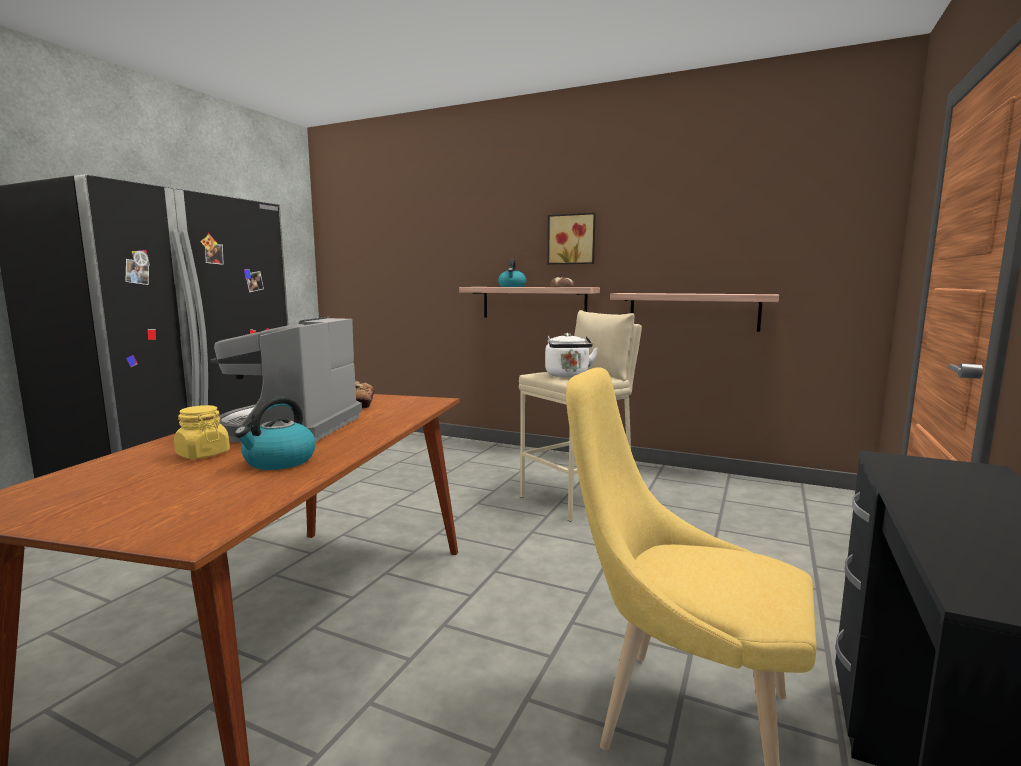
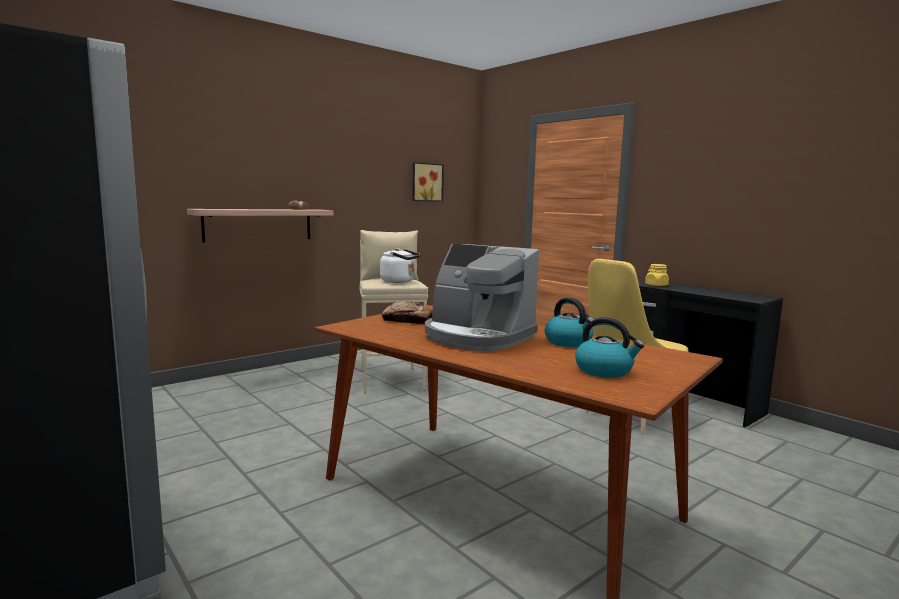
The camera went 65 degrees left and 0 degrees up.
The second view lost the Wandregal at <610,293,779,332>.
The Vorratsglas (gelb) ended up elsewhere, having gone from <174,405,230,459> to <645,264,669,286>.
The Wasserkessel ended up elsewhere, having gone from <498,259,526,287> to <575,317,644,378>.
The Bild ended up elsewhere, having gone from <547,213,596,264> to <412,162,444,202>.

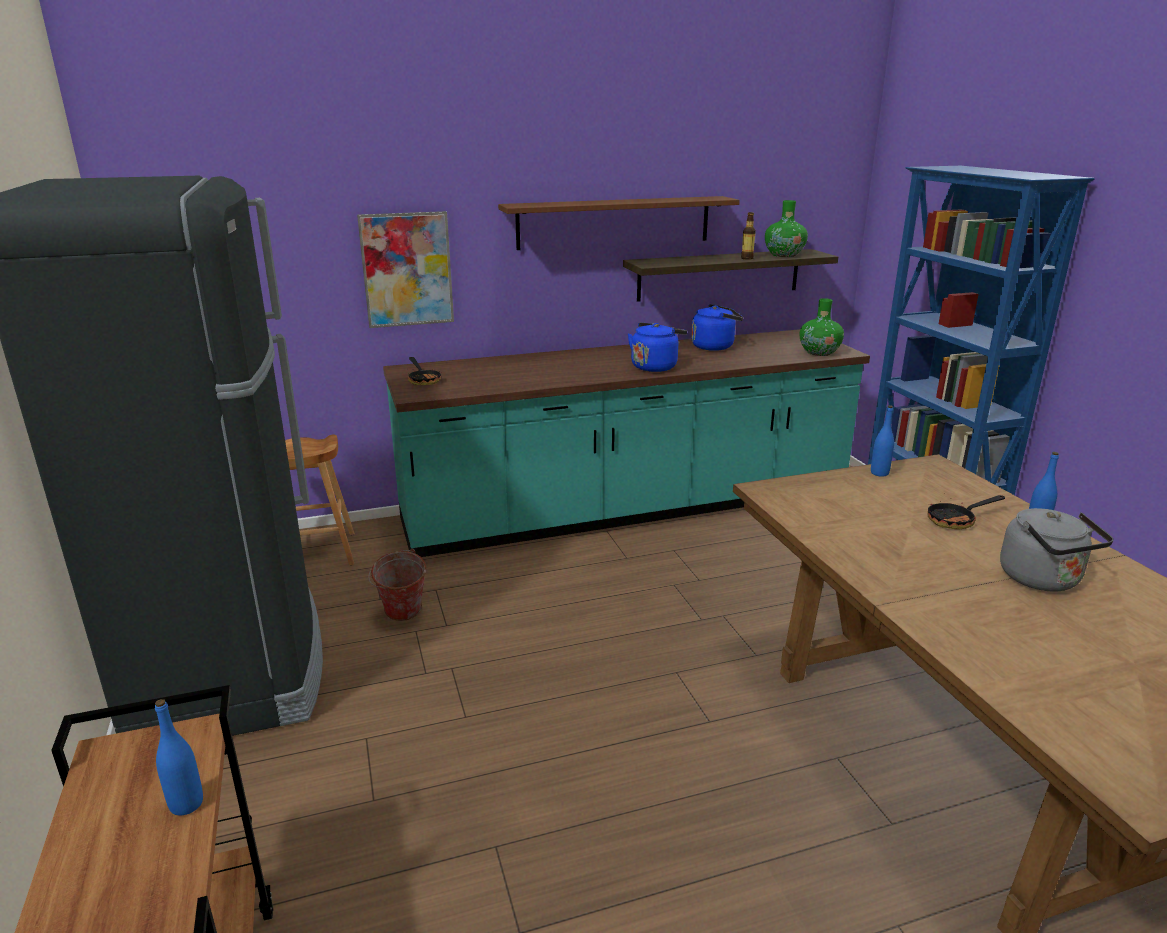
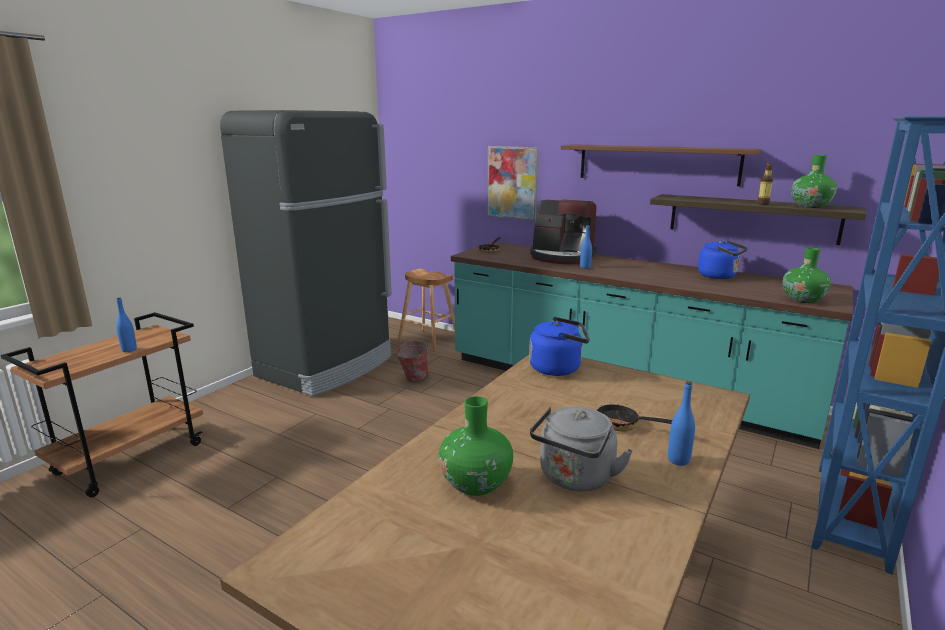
The camera went 50 degrees right and 5 degrees down.
The second view gained the Vase (grün) at <439,396,513,496>.
The second view gained the Kaffeemaschine at <531,200,597,265>.
The Wasserkessel (blau) ended up elsewhere, having gone from <628,323,687,372> to <529,317,590,376>.
The Flasche (blau) ended up elsewhere, having gone from <871,405,894,477> to <580,225,592,269>.

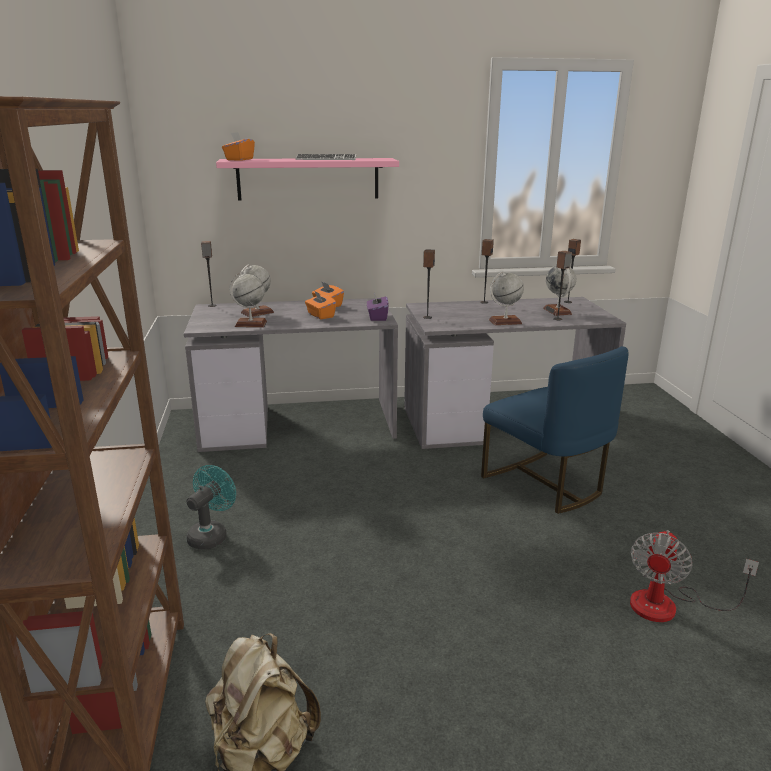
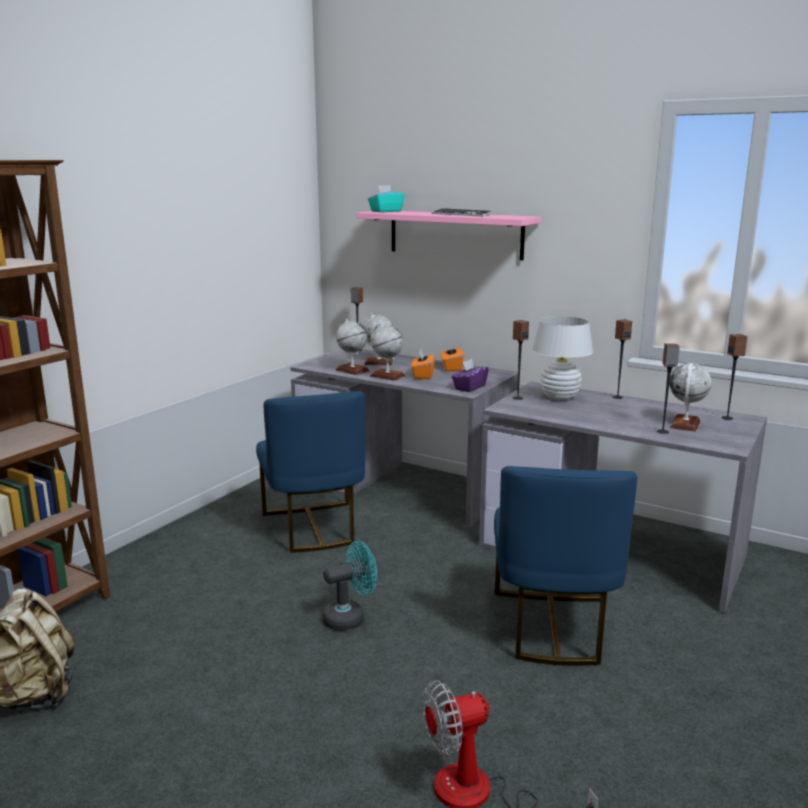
The camera went 40 degrees right and 5 degrees down.
The second view gained the Stuhl (blau) at <256,391,365,553>.
The second view gained the Tischlampe (weiß) at <532,316,593,401>.
The Ventilator (türkis) ended up elsewhere, having gone from <186,465,236,549> to <322,541,377,631>.
The Globus ended up elsewhere, having gone from <489,271,524,325> to <370,323,405,381>.
What was the Taschentuchbox (orange) at <222,132,255,161> turned into the Taschentuchbox (türkis) at <368,185,405,212>.

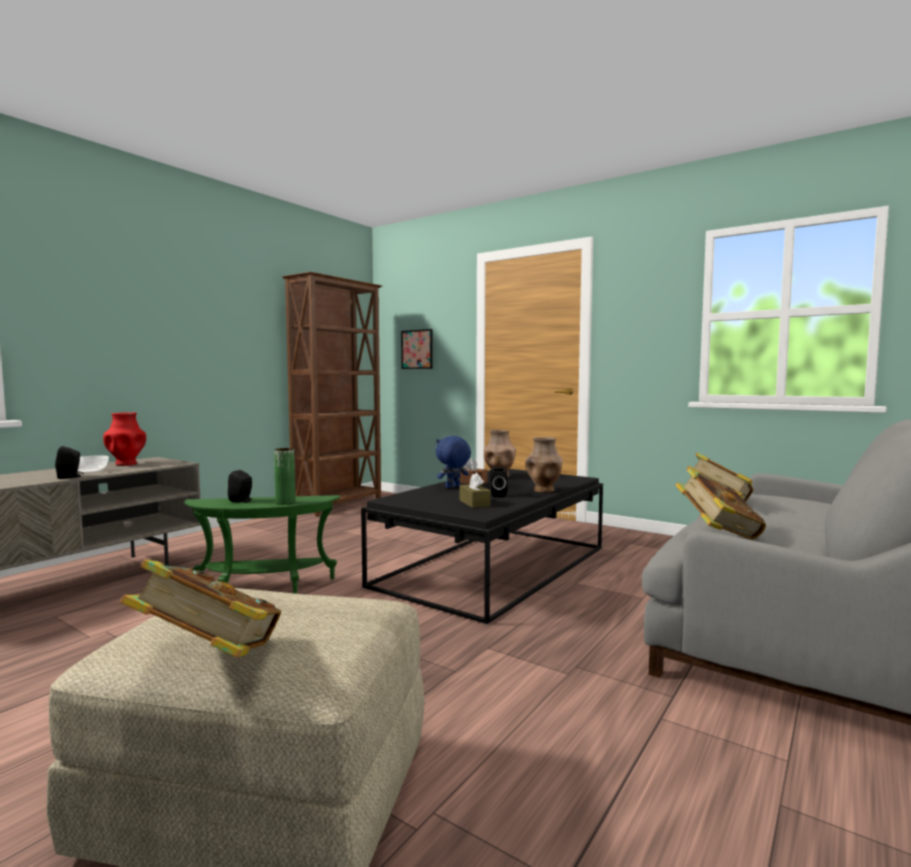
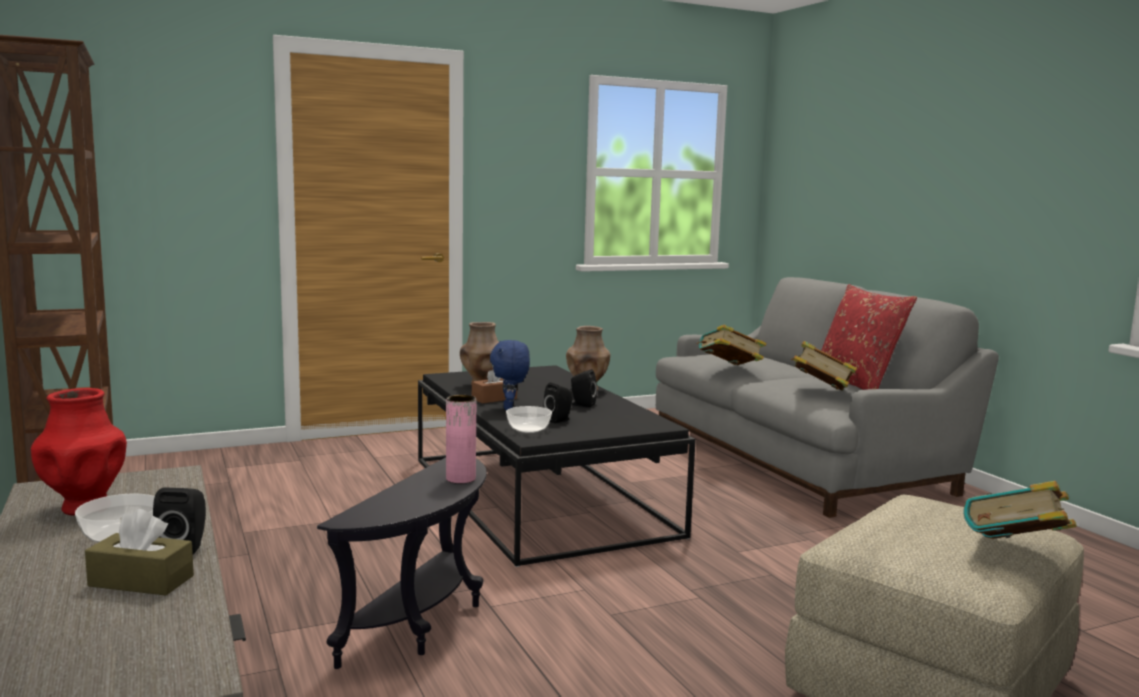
The camera went 60 degrees left and 5 degrees up.
The second view lost the Bild at <401,329,433,369>.
The second view gained the Schüssel at <506,406,552,433>.
The second view gained the Kissen (rot) at <821,284,917,390>.
The Lautsprecher (schwarz) ended up elsewhere, having gone from <228,470,252,503> to <543,383,573,424>.
The Taschentuchbox (braun) ended up elsewhere, having gone from <460,473,491,508> to <85,509,194,595>.
What was the Beistelltisch (grün) at <184,495,340,594> turned into the Beistelltisch (schwarz) at <317,457,487,669>.
What was the Vase (grün) at <274,448,296,505> turned into the Vase (rosa) at <446,395,476,484>.

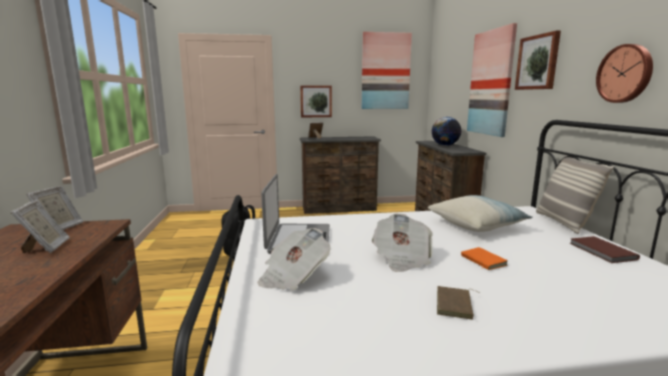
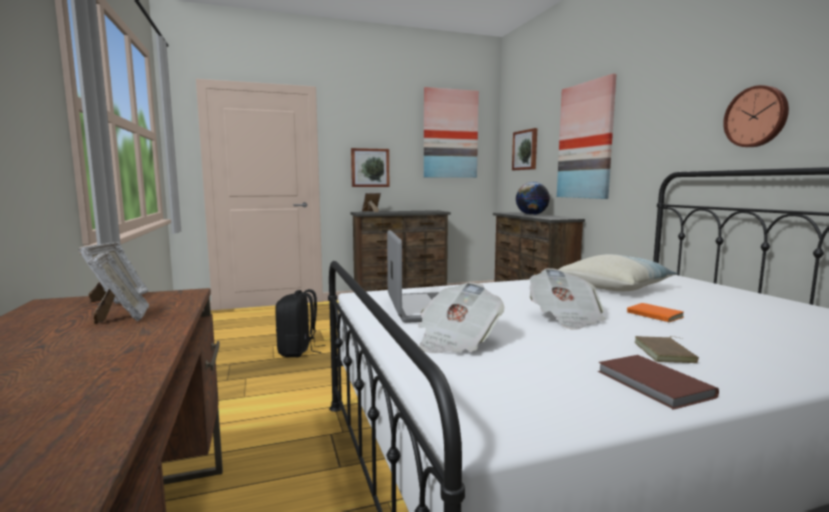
The camera went 10 degrees left and 5 degrees down.
The second view lost the Kissen at <536,155,614,234>.
The Bild ended up elsewhere, having gone from <515,31,561,90> to <512,128,537,170>.
The Buch (braun) ended up elsewhere, having gone from <569,236,640,263> to <598,355,719,410>.

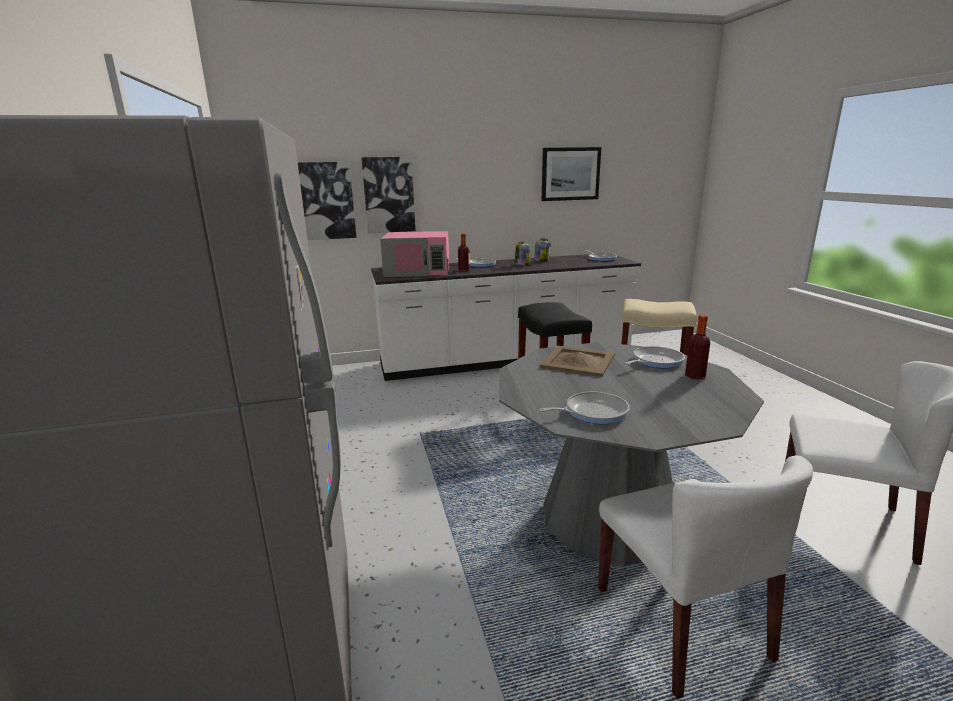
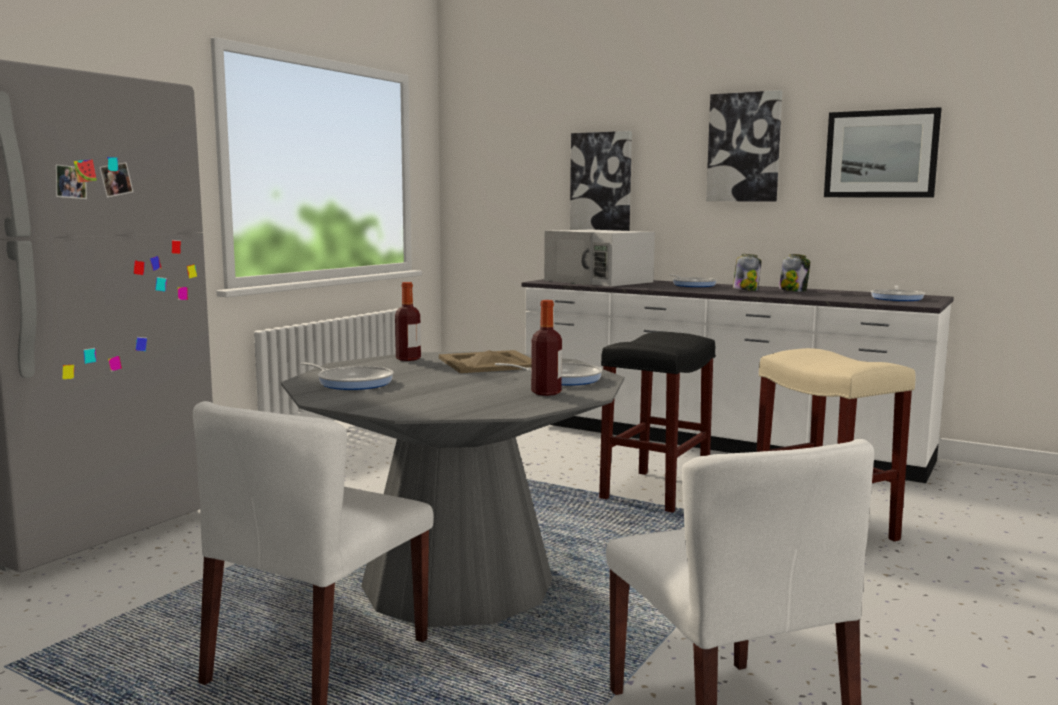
The camera went 45 degrees right and 10 degrees down.
The Bild ended up elsewhere, having gone from <298,162,357,240> to <706,90,782,202>.
The Flasche ended up elsewhere, having gone from <458,234,470,271> to <395,282,421,361>.
What was the Mikrowelle (rosa) at <380,231,449,277> turned into the Mikrowelle (weiß) at <544,230,655,286>.

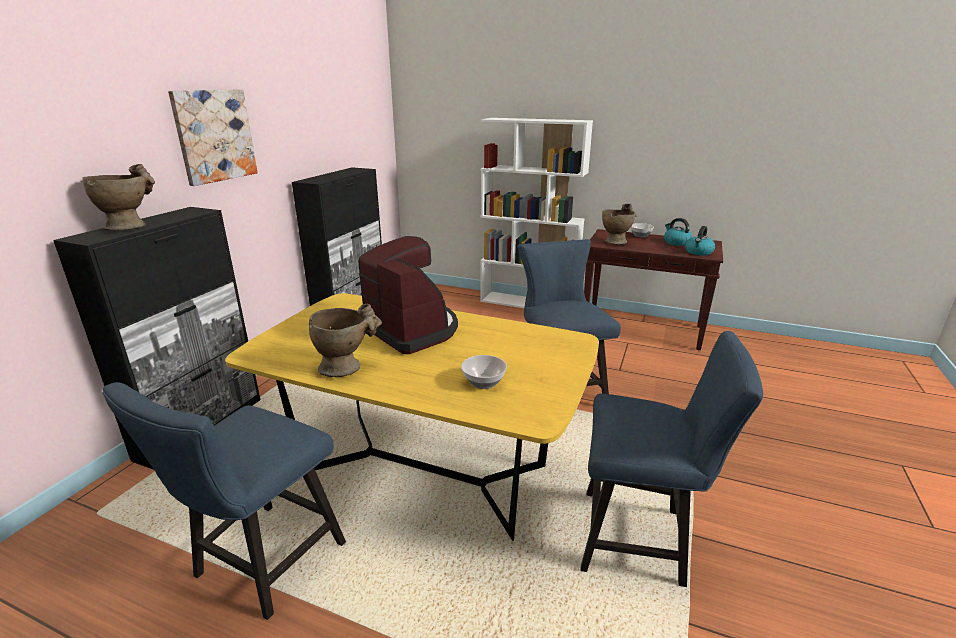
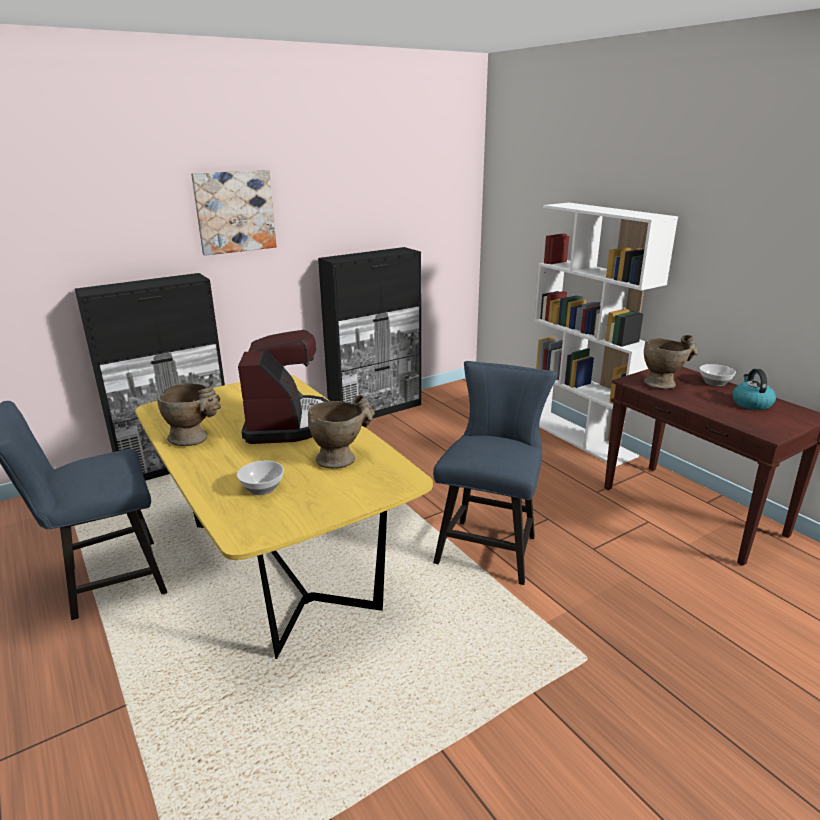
The camera went 35 degrees right and 0 degrees up.
The second view lost the Stuhl (blau) at <580,331,763,587>.
The second view lost the Wasserkessel at <685,226,715,256>.
The Vase (beige) ended up elsewhere, having gone from <82,164,155,231> to <308,395,375,468>.

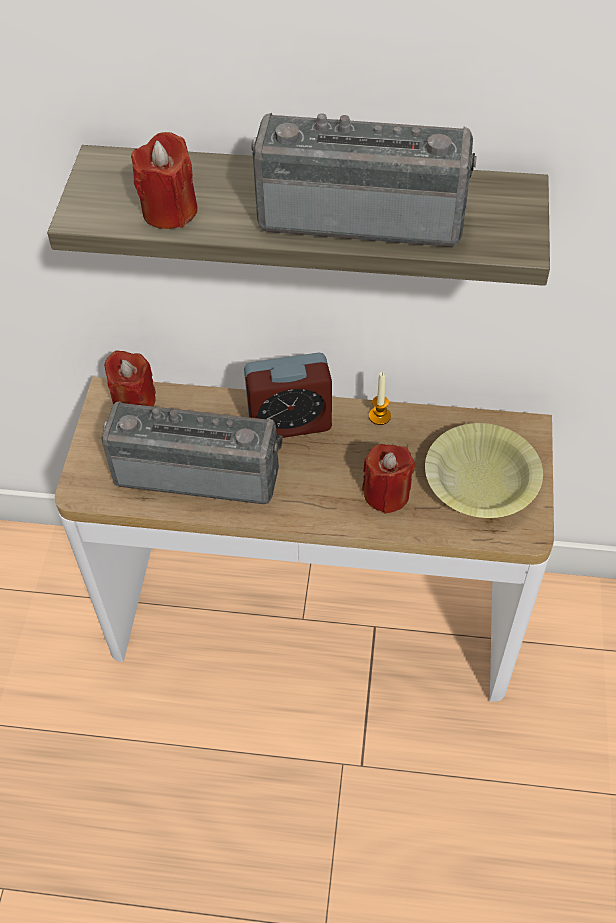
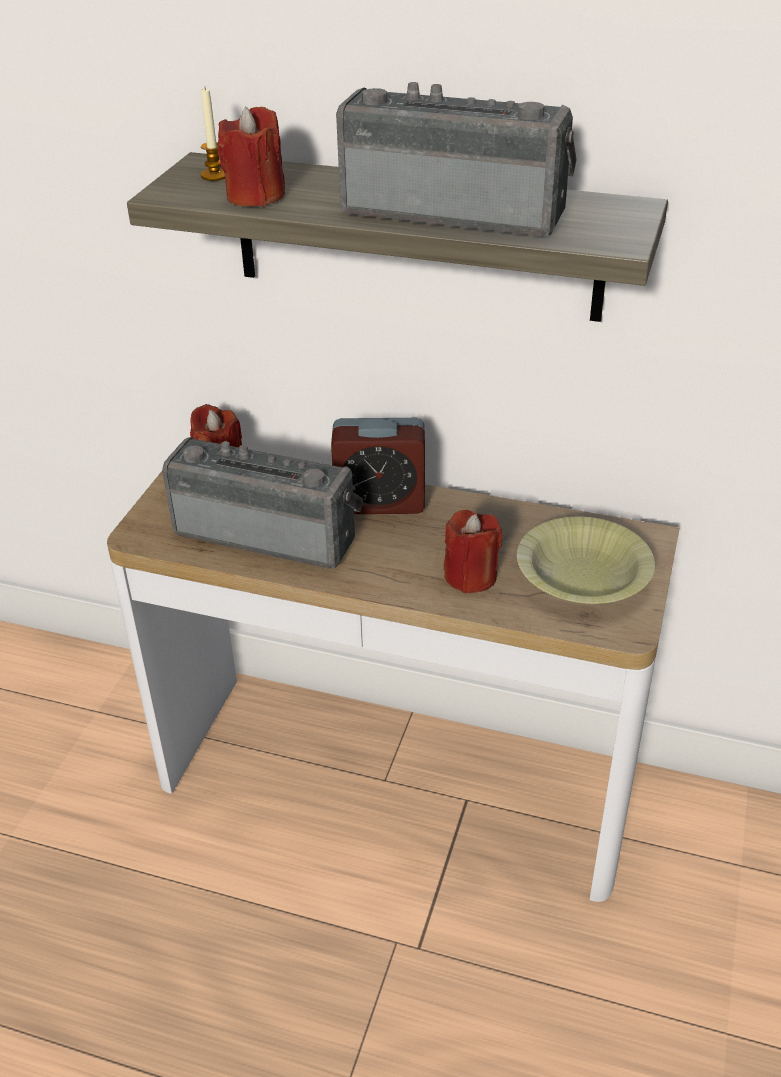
The camera went 10 degrees right and 15 degrees down.
The Kerze ended up elsewhere, having gone from <369,372,391,425> to <200,88,225,181>.

